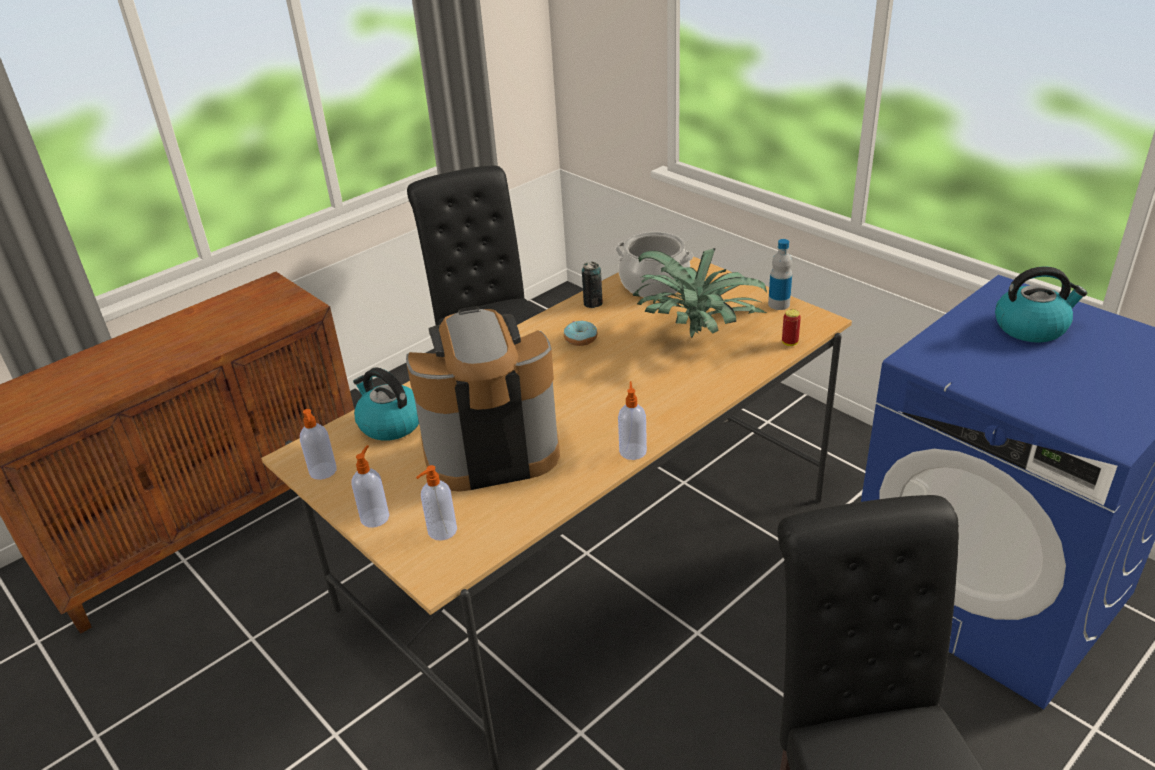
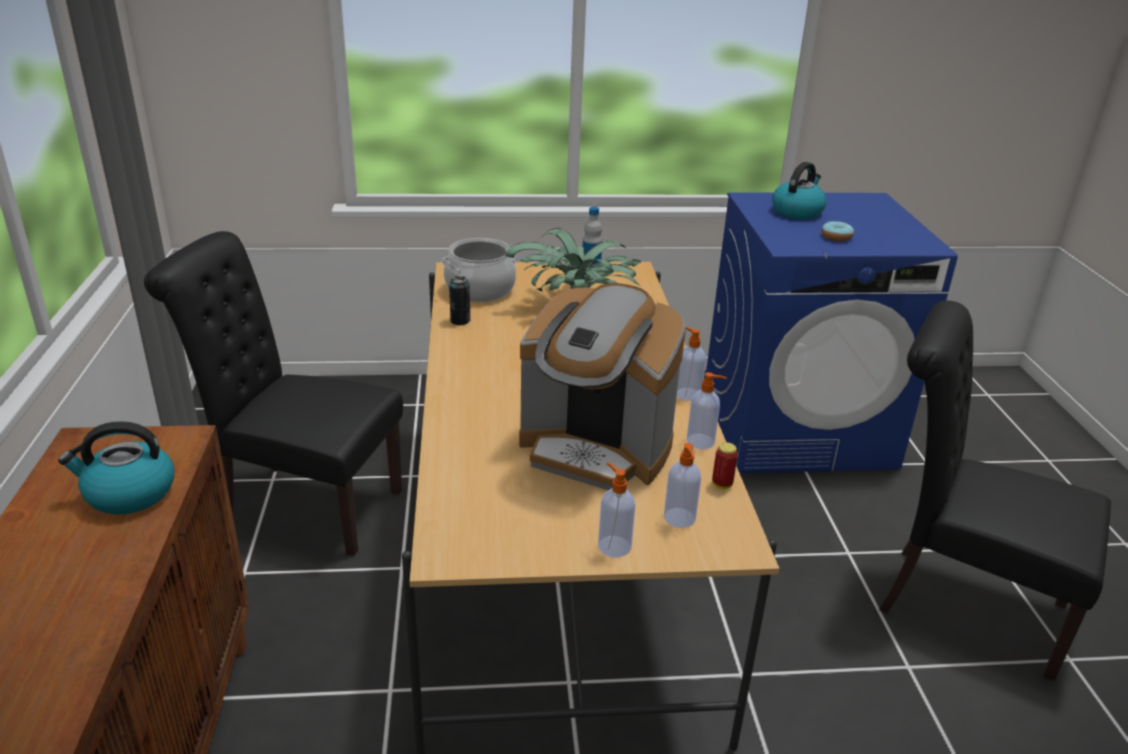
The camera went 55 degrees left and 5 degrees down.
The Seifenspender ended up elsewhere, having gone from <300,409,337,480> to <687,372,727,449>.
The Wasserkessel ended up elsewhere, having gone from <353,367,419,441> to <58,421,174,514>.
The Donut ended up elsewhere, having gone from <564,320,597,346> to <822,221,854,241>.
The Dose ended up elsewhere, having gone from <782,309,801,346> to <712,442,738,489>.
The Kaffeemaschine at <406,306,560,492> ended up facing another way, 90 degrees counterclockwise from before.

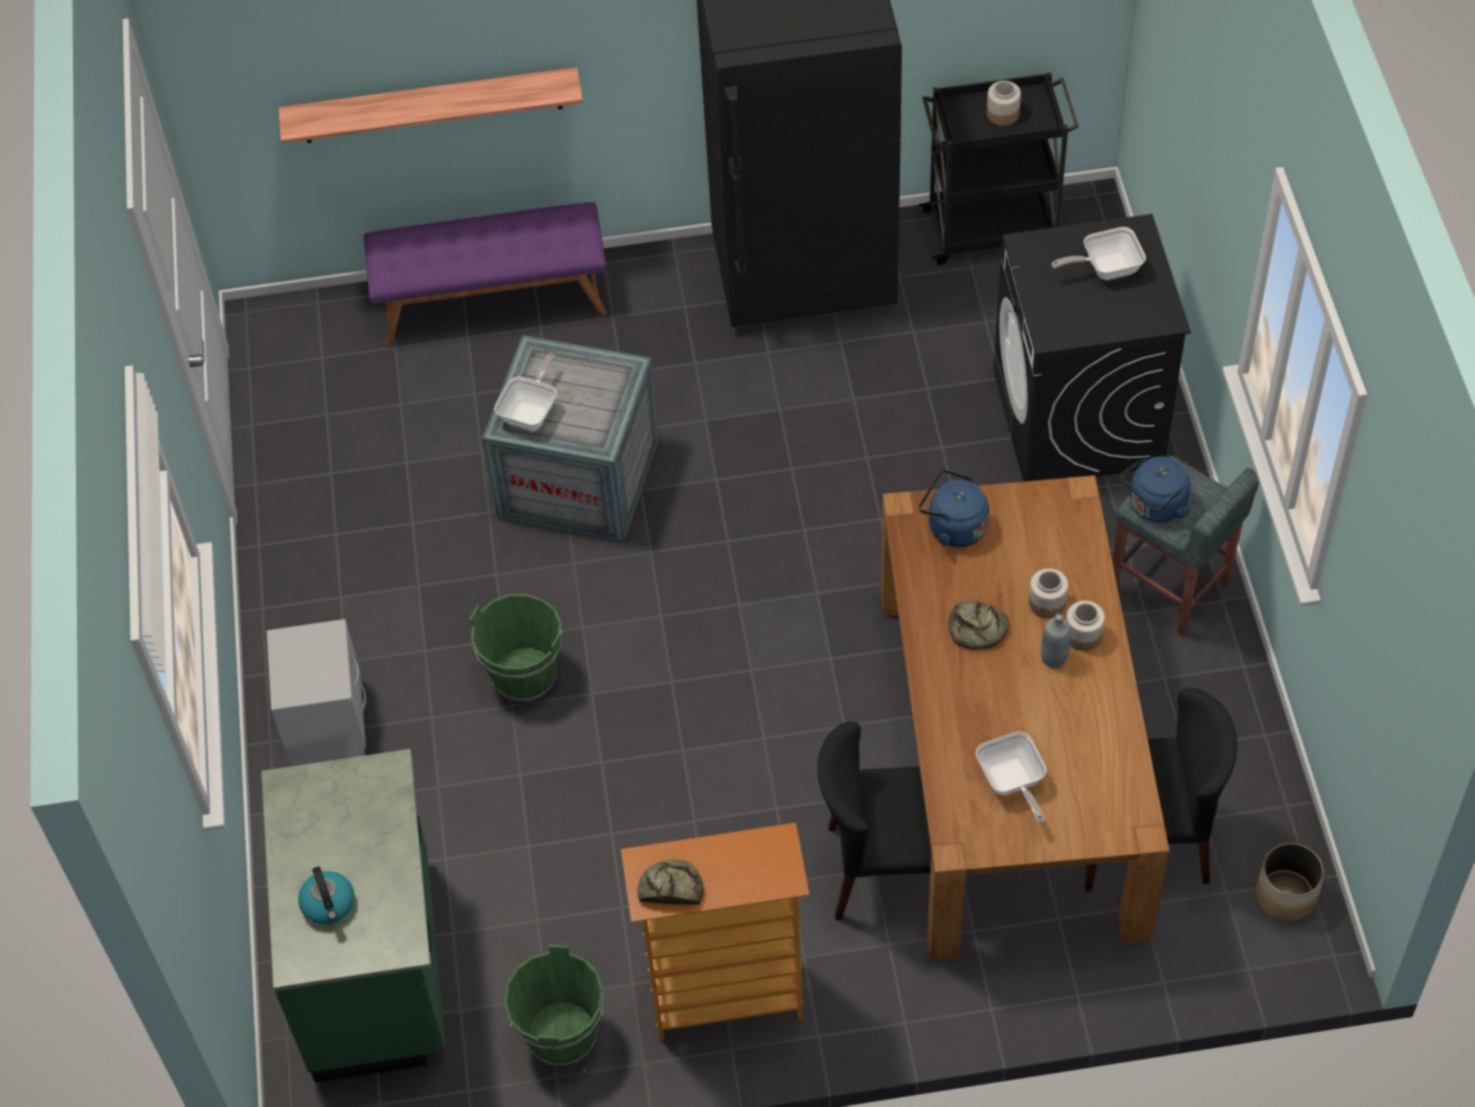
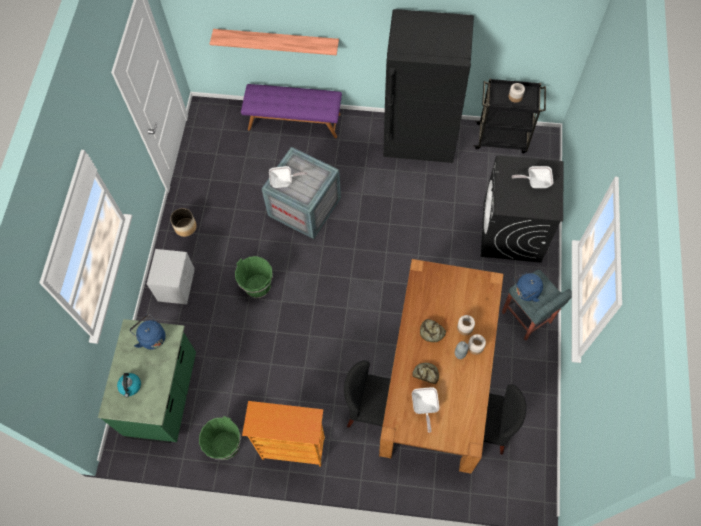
The camera went 15 degrees right and 10 degrees up.
The Brot ended up elsewhere, having gone from <637,859,704,905> to <413,363,439,384>.
The Wasserkessel (blau) ended up elsewhere, having gone from <919,469,989,547> to <130,314,166,349>.
The Pflanzkübel ended up elsewhere, having gone from <1256,842,1324,921> to <170,208,197,237>.
The Pfanne at <494,353,557,431> ended up facing another way, 45 degrees clockwise from before.

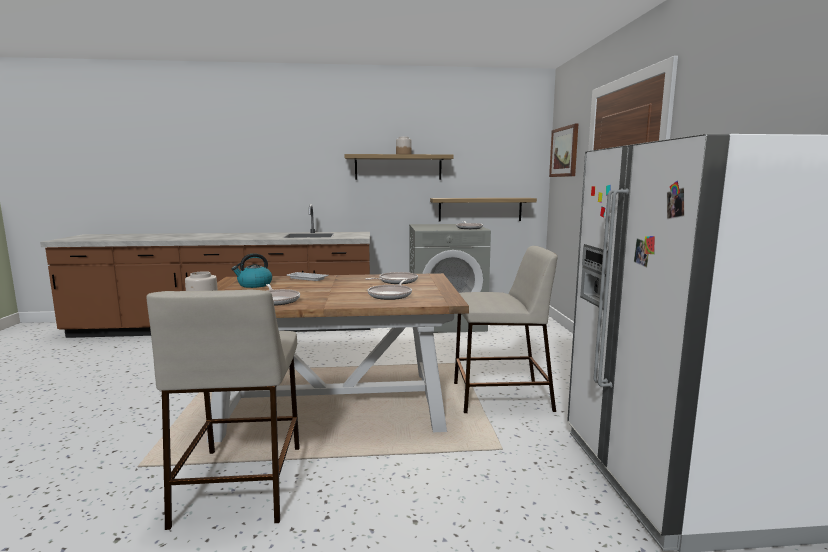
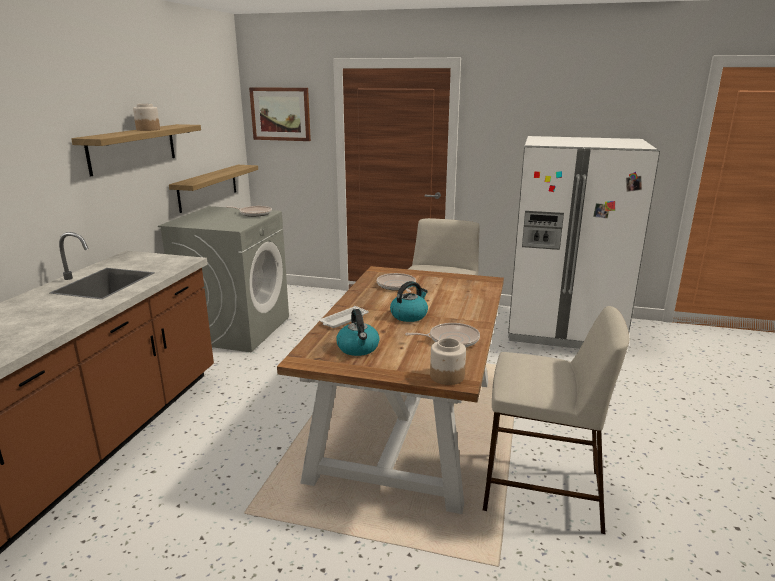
The camera went 70 degrees left and 10 degrees up.
The second view lost the Pfanne at <368,279,412,300>.
The second view gained the Wasserkessel at <390,281,428,322>.

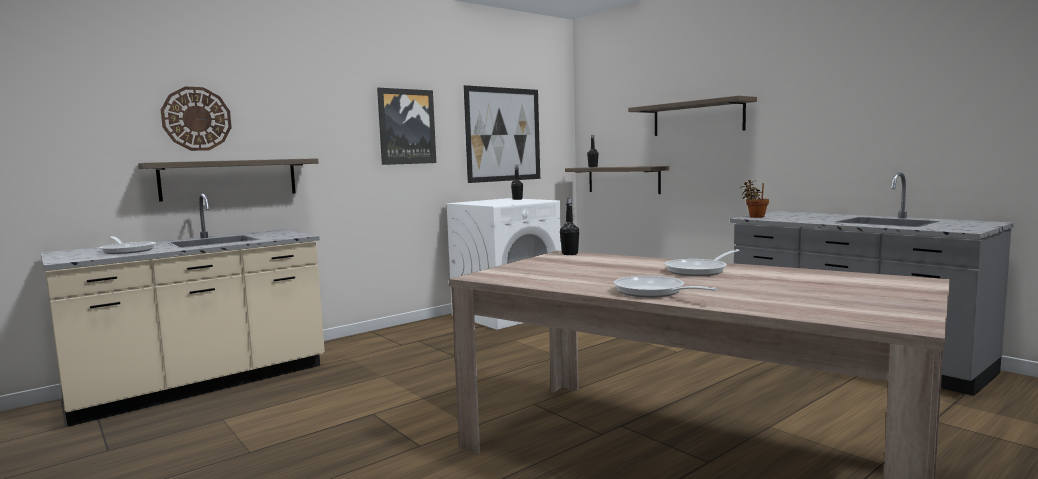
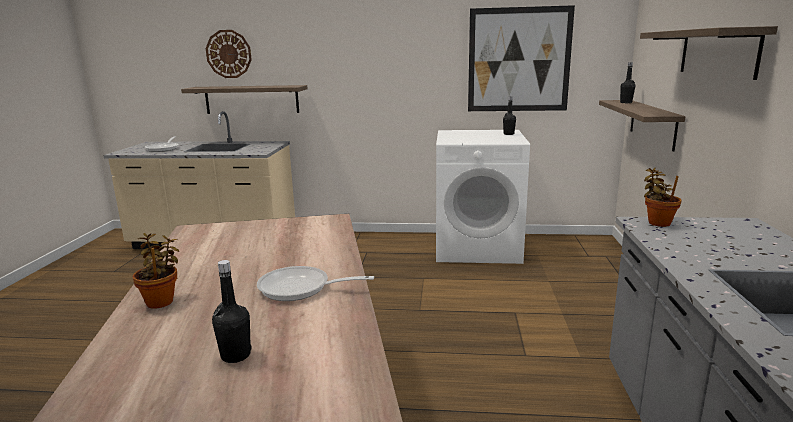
The camera went 45 degrees right and 10 degrees up.
The second view lost the Bild at <377,88,436,165>.
The Flasche (schwarz) ended up elsewhere, having gone from <560,198,579,255> to <212,260,252,363>.
Where the Pfanne stood at <613,276,717,297>, the Topfpflanze came to stand at <132,233,179,309>.

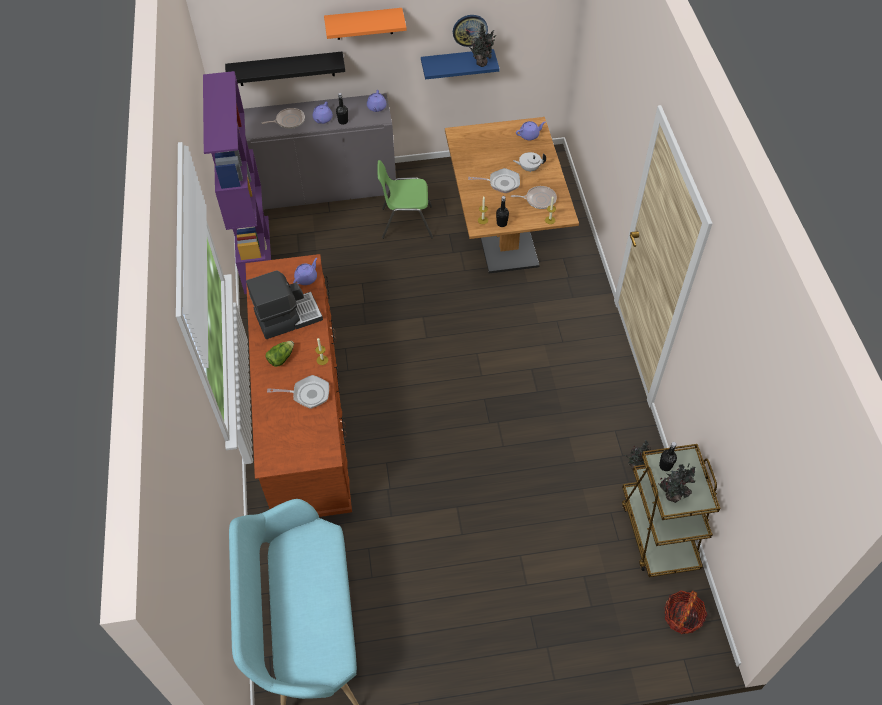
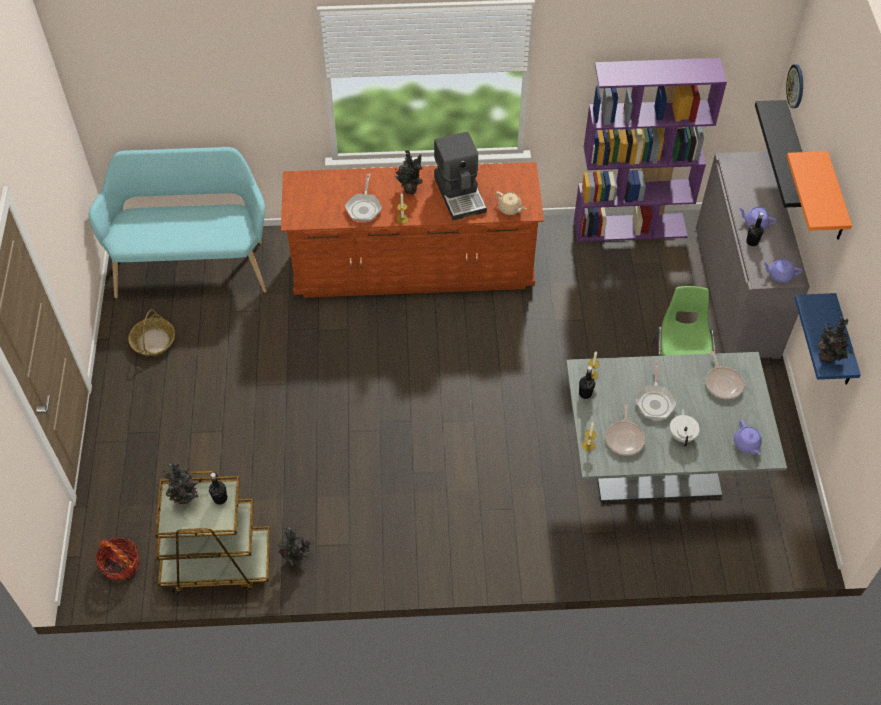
The camera went 95 degrees right and 0 degrees up.
The second view gained the Korb at <128,309,175,356>.
The Pfanne ended up elsewhere, having gone from <262,108,305,129> to <706,351,744,399>.
The Wanduhr ended up elsewhere, having gone from <453,15,488,47> to <786,64,803,108>.
Where the Salatkopf stood at <265,341,294,367>, the Topfpflanze came to stand at <394,150,423,194>.
What was the Teekanne (lila) at <293,258,317,285> turned into the Teekanne (beige) at <496,191,527,215>.
What was the Esstisch (braun) at <445,117,579,273> turned into the Esstisch (grau) at <566,352,787,502>.

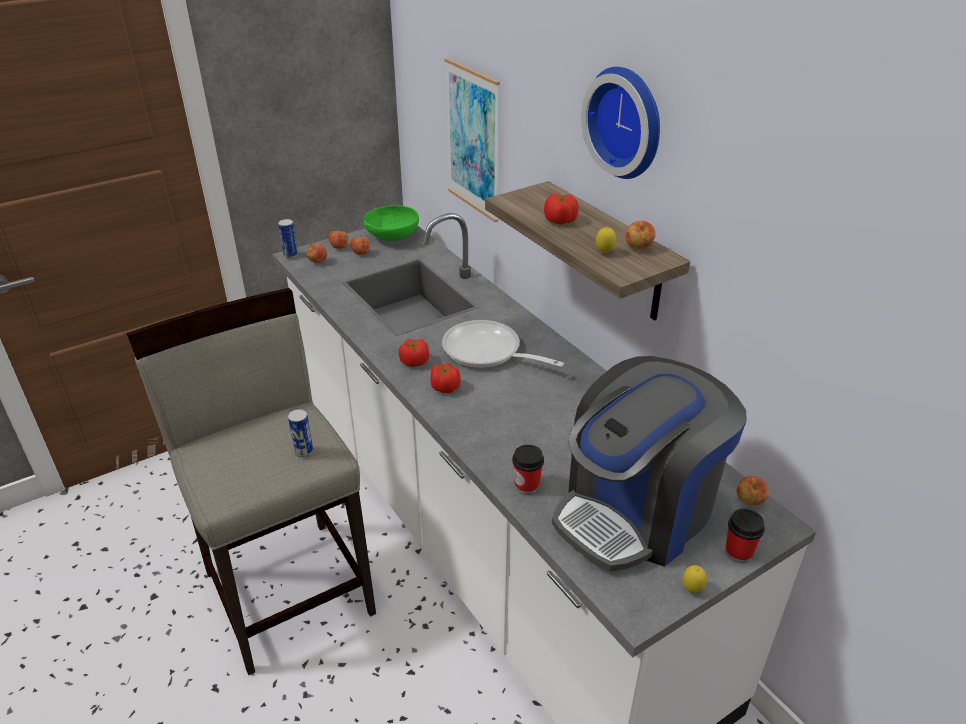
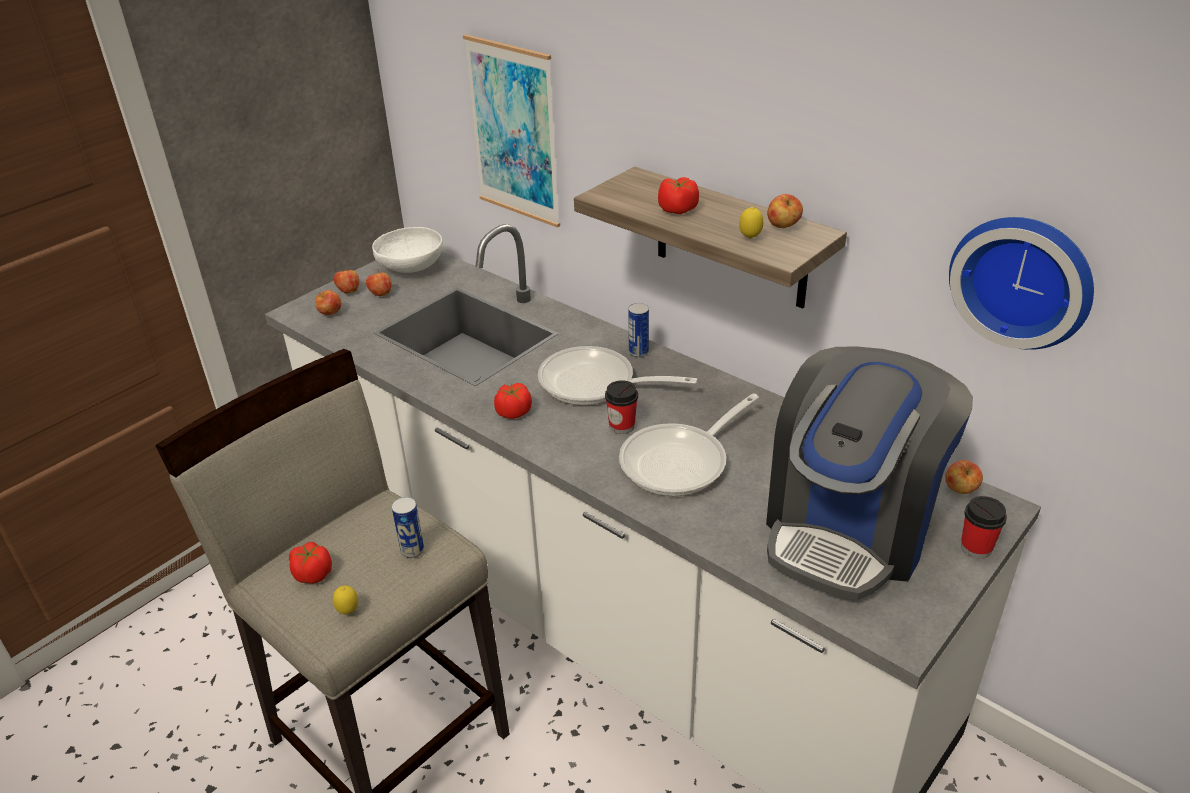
The camera went 15 degrees left and 0 degrees up.
The second view gained the Pfanne at <619,394,759,496>.
The Dose ended up elsewhere, having gone from <278,219,298,259> to <628,303,649,358>.
The Tomate ended up elsewhere, having gone from <430,363,461,393> to <289,542,332,584>.
The Tasse ended up elsewhere, having gone from <512,445,544,495> to <605,380,638,434>.
The Wanduhr ended up elsewhere, having gone from <581,67,660,179> to <949,217,1094,350>.
The Zitrone ended up elsewhere, having gone from <682,565,707,593> to <333,585,358,614>.
What was the Schüssel (grün) at <363,205,419,241> turned into the Schüssel (weiß) at <372,227,443,273>.

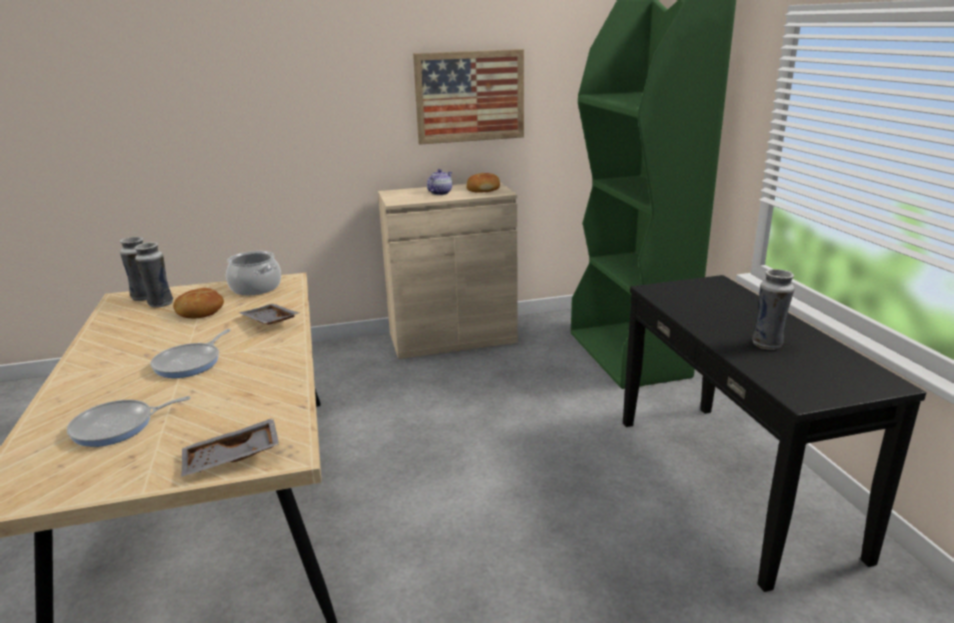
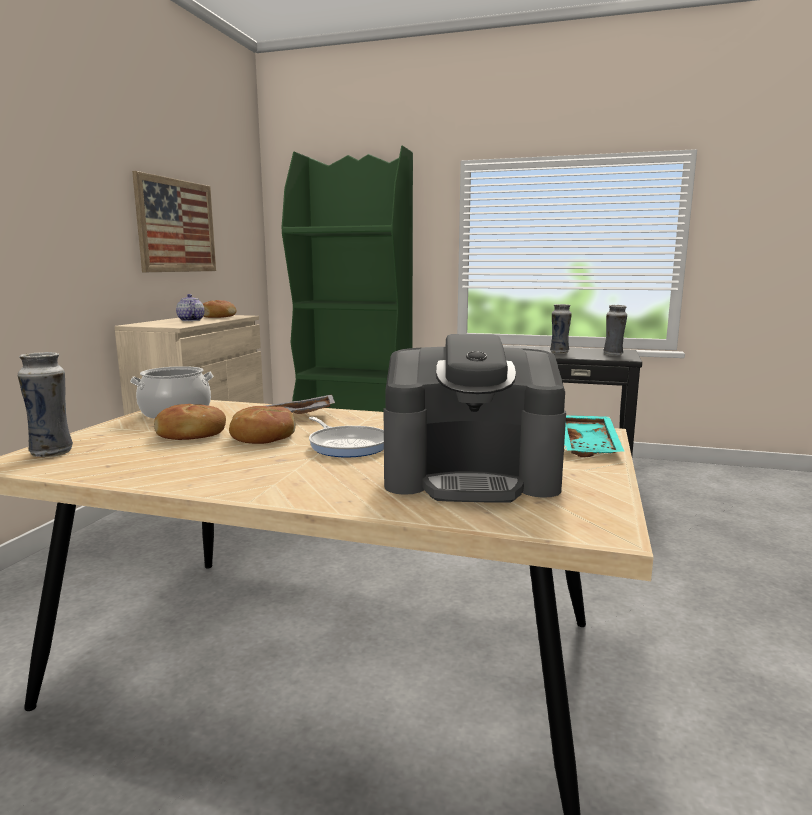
The camera went 60 degrees left and 10 degrees down.
The second view gained the Brot at <229,406,296,444>.
The Vase ended up elsewhere, having gone from <134,242,173,308> to <603,305,627,356>.
Where the Pfanne stood at <67,396,191,447>, the Kaffeemaschine came to stand at <384,334,566,503>.
What was the Tablett (grau) at <181,418,279,477> turned into the Tablett (türkis) at <564,415,625,457>.

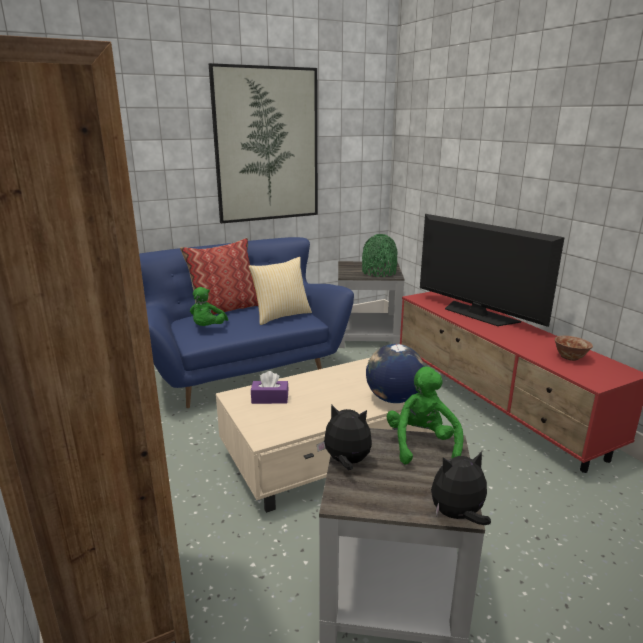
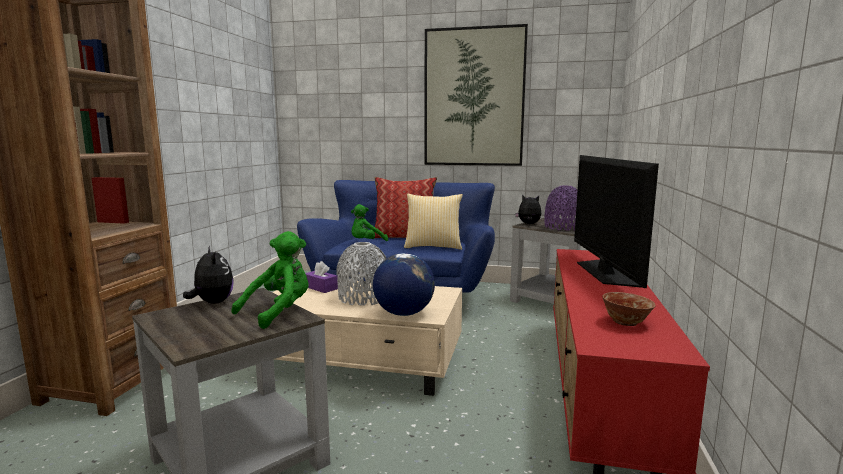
The camera went 40 degrees right and 10 degrees down.
The second view gained the Vase (grau) at <336,242,387,306>.
The Plüschtier ended up elsewhere, having gone from <431,451,491,525> to <515,194,541,224>.
What was the Vase (grün) at <362,234,398,277> turned into the Vase (lila) at <544,186,577,231>.

